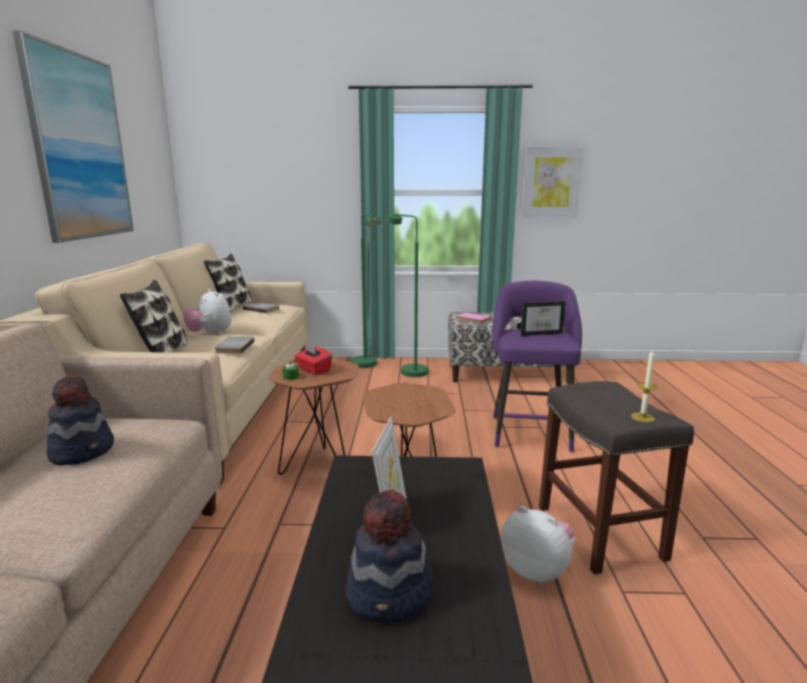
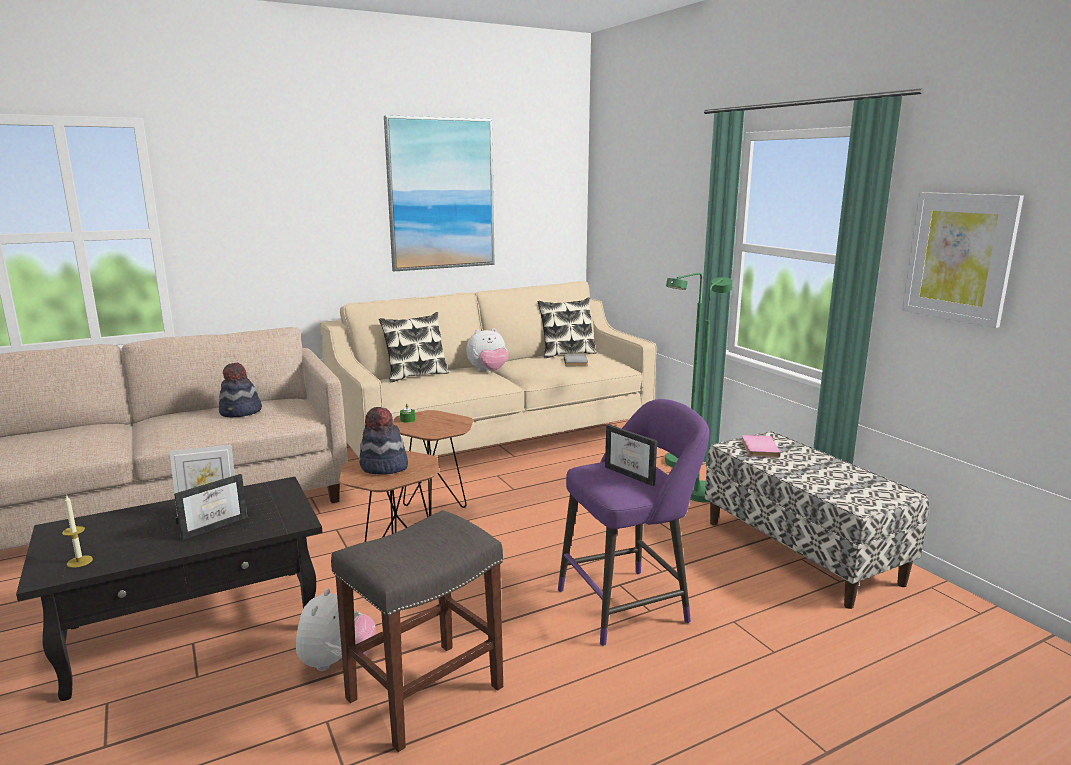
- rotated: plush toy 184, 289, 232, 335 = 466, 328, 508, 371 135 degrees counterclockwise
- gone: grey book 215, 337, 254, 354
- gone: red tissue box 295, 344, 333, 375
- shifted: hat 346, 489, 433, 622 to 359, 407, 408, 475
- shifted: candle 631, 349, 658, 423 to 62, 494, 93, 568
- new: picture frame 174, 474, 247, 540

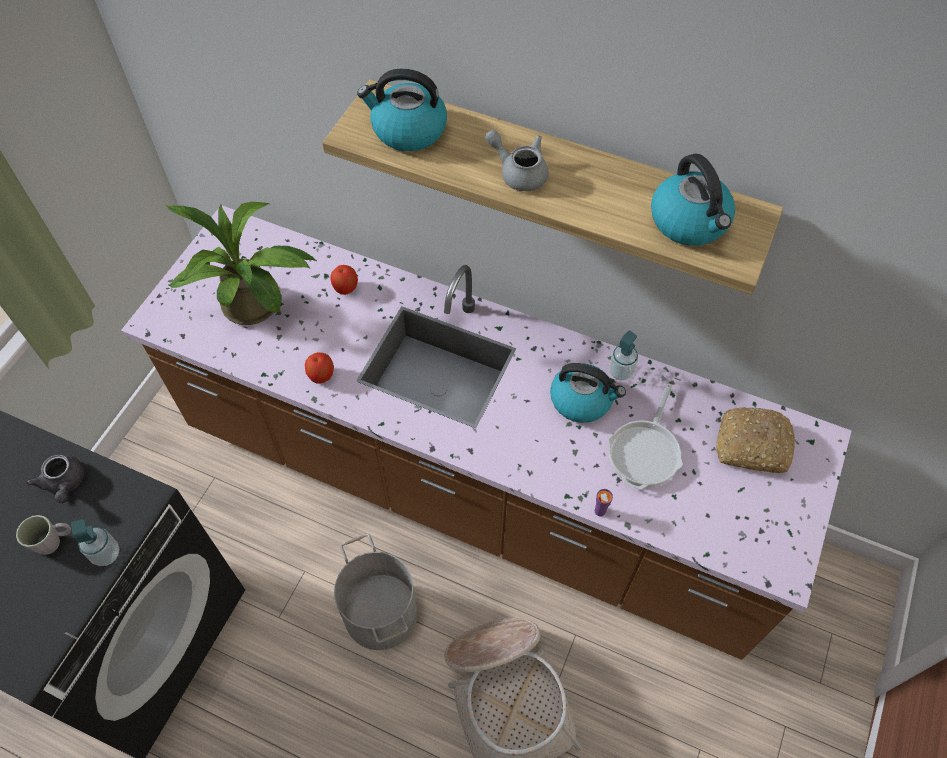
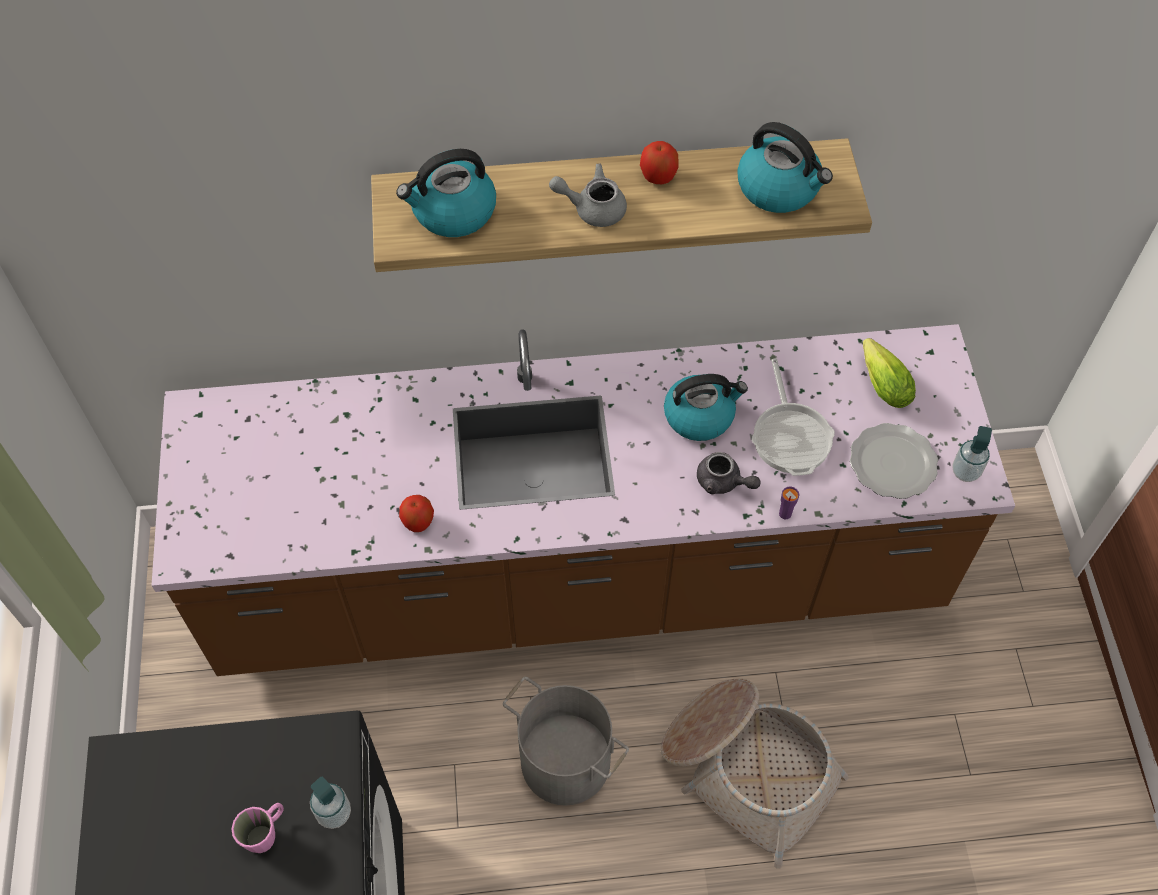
- repainted: grey mug 16, 515, 71, 555 to pink mug 231, 803, 284, 853
- shifted: grey teapot 26, 454, 84, 503 to 697, 452, 761, 494
- gone: potted plant 166, 202, 316, 325
- shifted: apple 331, 265, 358, 295 to 640, 141, 679, 184
- shifted: soap dispenser 609, 330, 638, 381 to 952, 426, 992, 482
- swapped: bread 716, 407, 795, 473 to lettuce 863, 338, 916, 408
- new: plate 850, 423, 938, 499

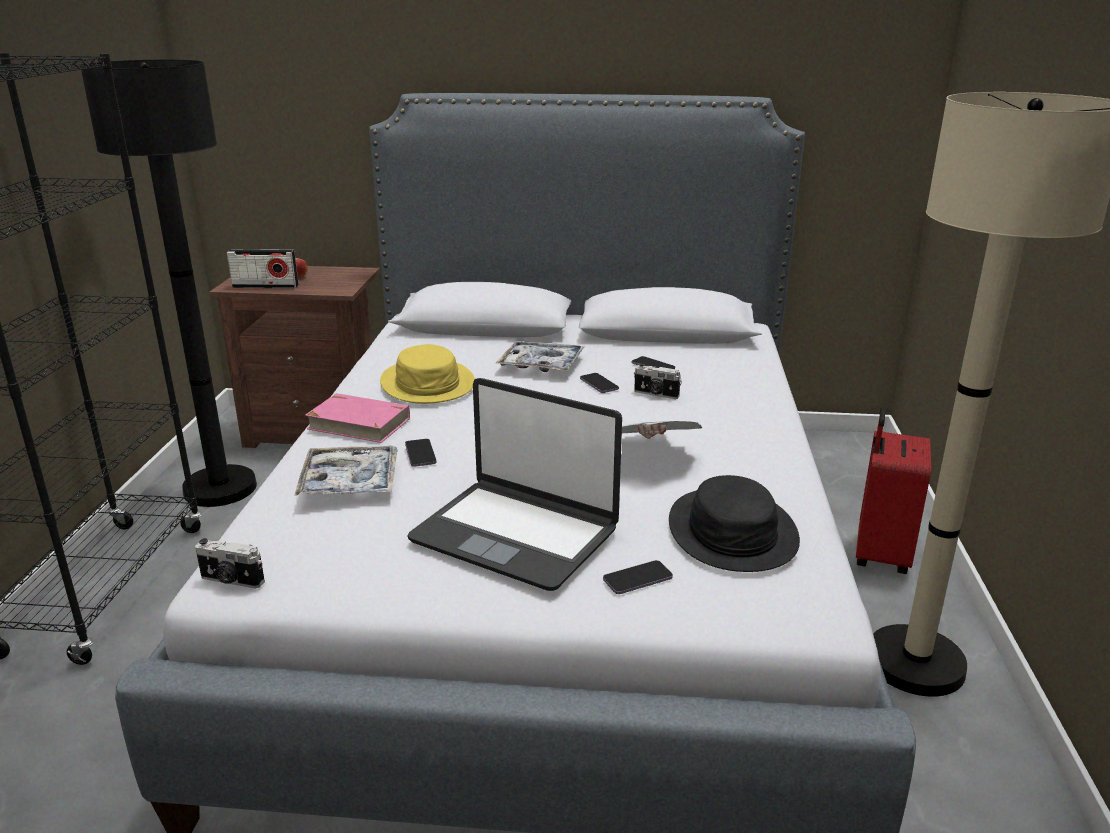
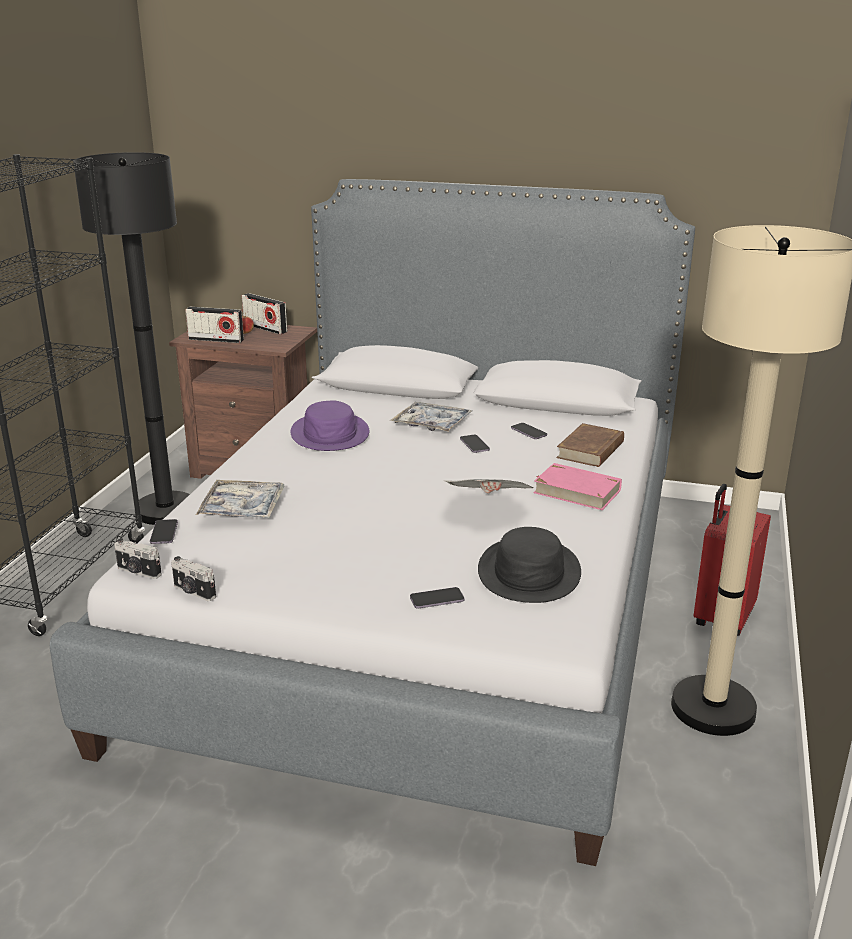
- shifted: pink book 305, 393, 410, 443 to 533, 463, 622, 510
- repainted: yellow hat 380, 344, 475, 404 to purple hat 290, 401, 369, 451
- shifted: phone 405, 439, 437, 467 to 150, 519, 178, 544
- gone: laptop 407, 378, 622, 591
- shifted: photo camera 634, 363, 682, 399 to 171, 556, 216, 601
- new: radio 242, 293, 287, 335
- new: brown book 556, 423, 624, 467

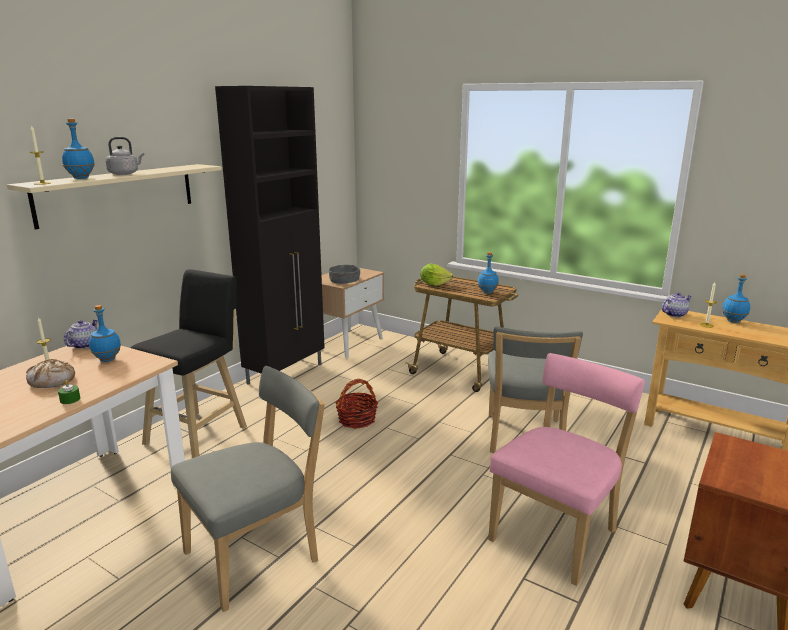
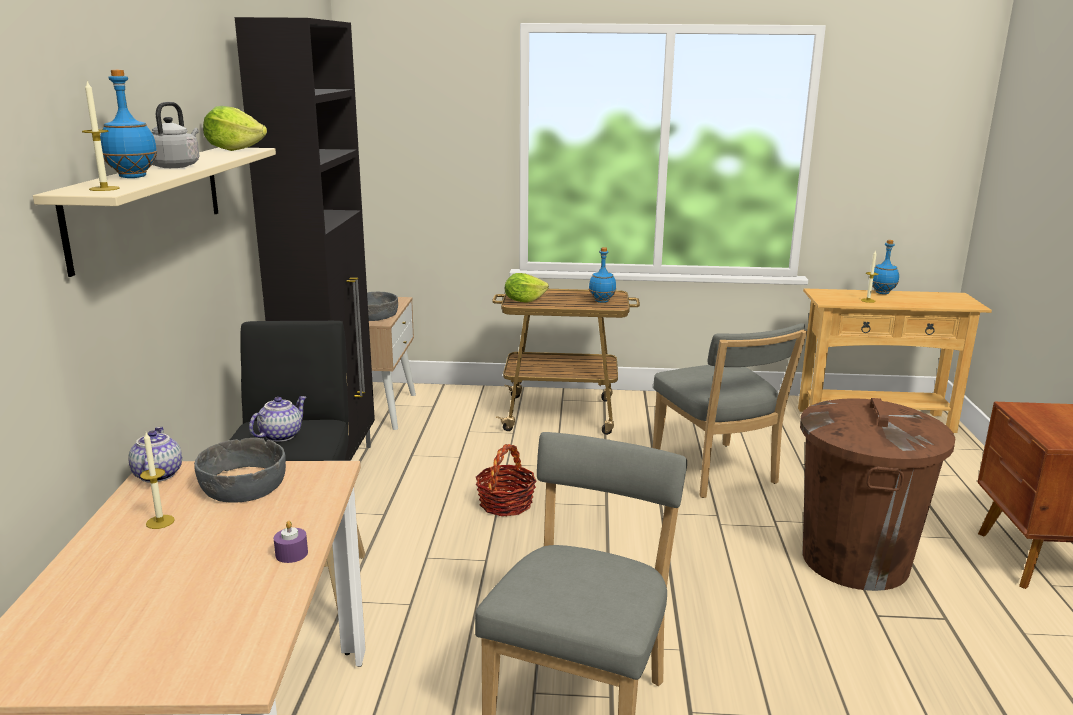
- gone: bread 26, 359, 75, 388
- repainted: green candle 58, 380, 80, 404 to purple candle 274, 521, 308, 563
- swapped: blue bottle 89, 305, 121, 362 to grey bowl 194, 438, 286, 503
- swapped: pink chair 488, 353, 645, 586 to brown trash can 800, 398, 955, 591
- shifted: teapot 662, 292, 692, 317 to 249, 396, 306, 442
- new: lettuce 203, 106, 267, 151

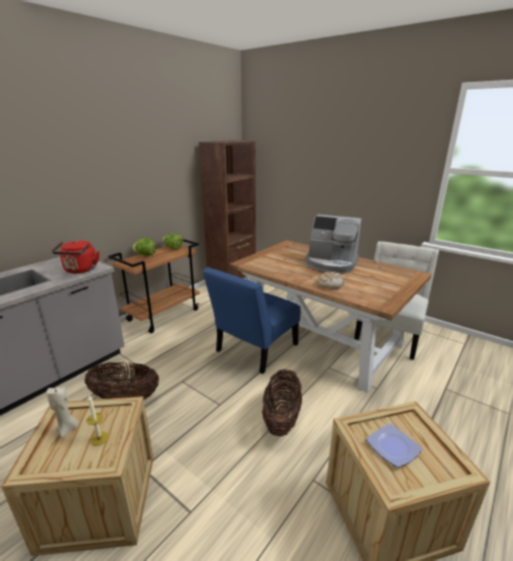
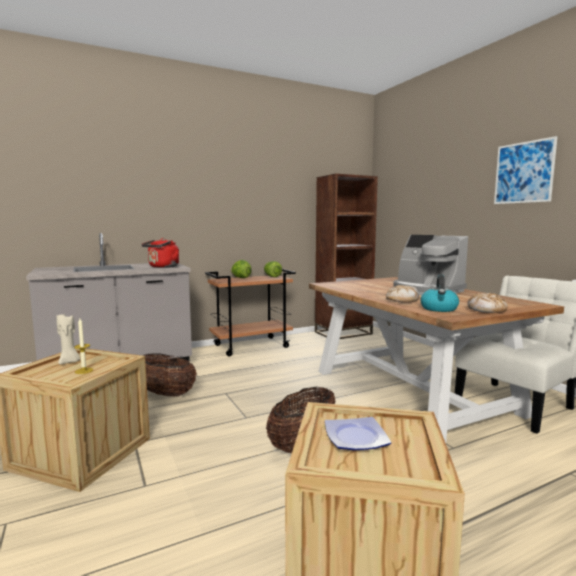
- gone: blue chair 203, 267, 301, 374
- new: kettle 420, 275, 459, 312
- new: bread 468, 293, 508, 313
- new: picture 494, 136, 557, 204

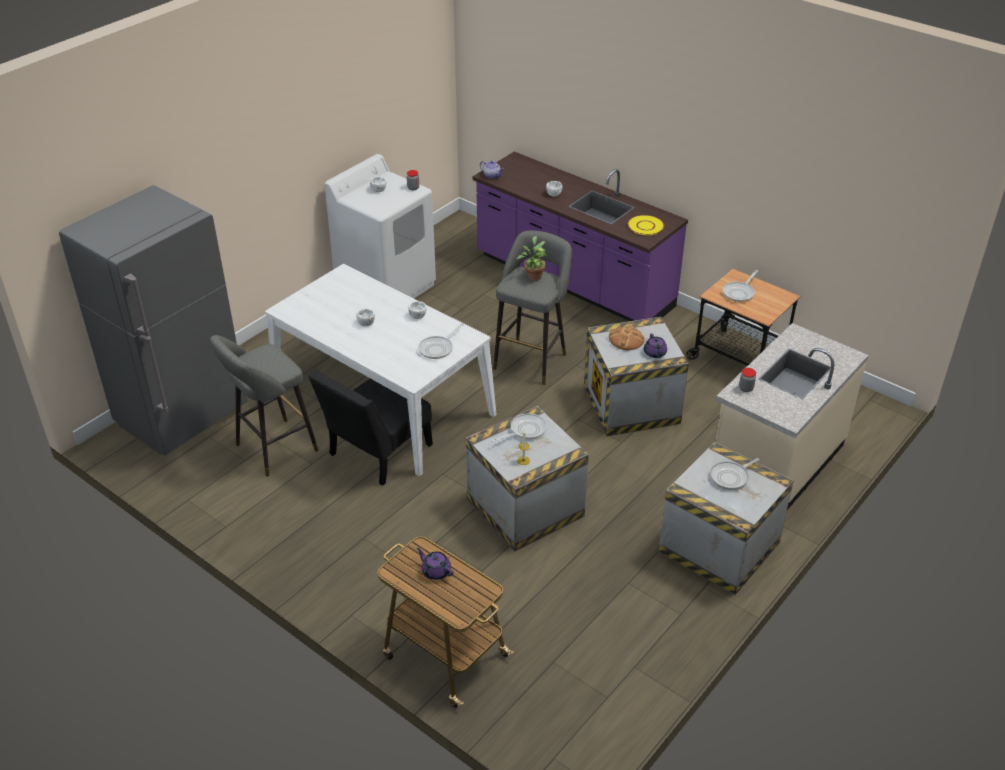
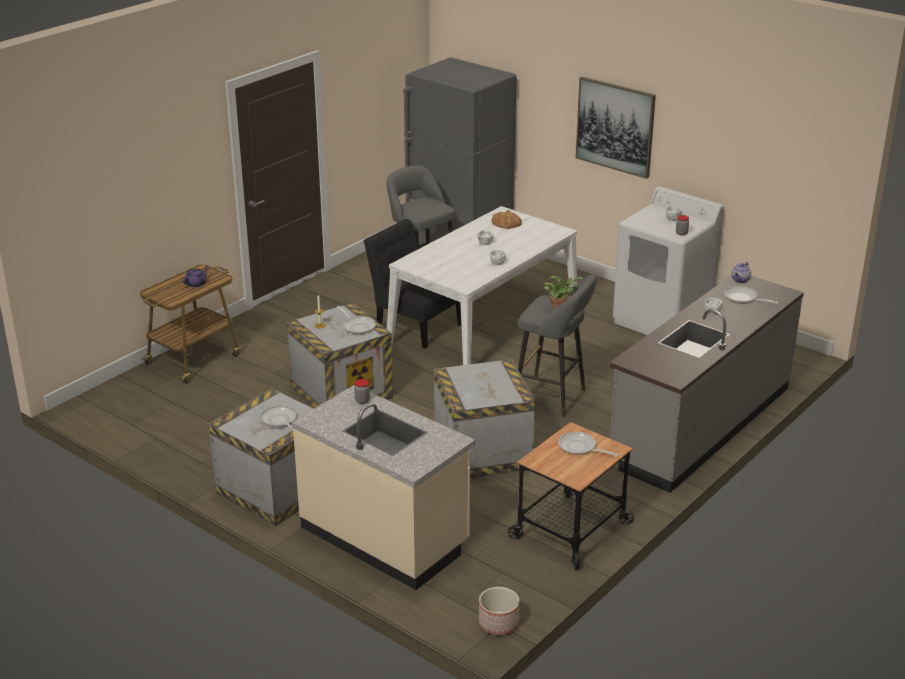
- shifted: frying pan 418, 323, 464, 359 to 724, 286, 779, 304
- repainted: purple counter 473, 152, 688, 321 to grey counter 609, 275, 804, 493
- shifted: bread 609, 325, 644, 350 to 491, 210, 522, 229
- gone: yellow plate 628, 215, 664, 235
- gone: purple teapot 644, 334, 667, 358
- new: planter 479, 587, 519, 635
- new: picture 576, 77, 656, 179

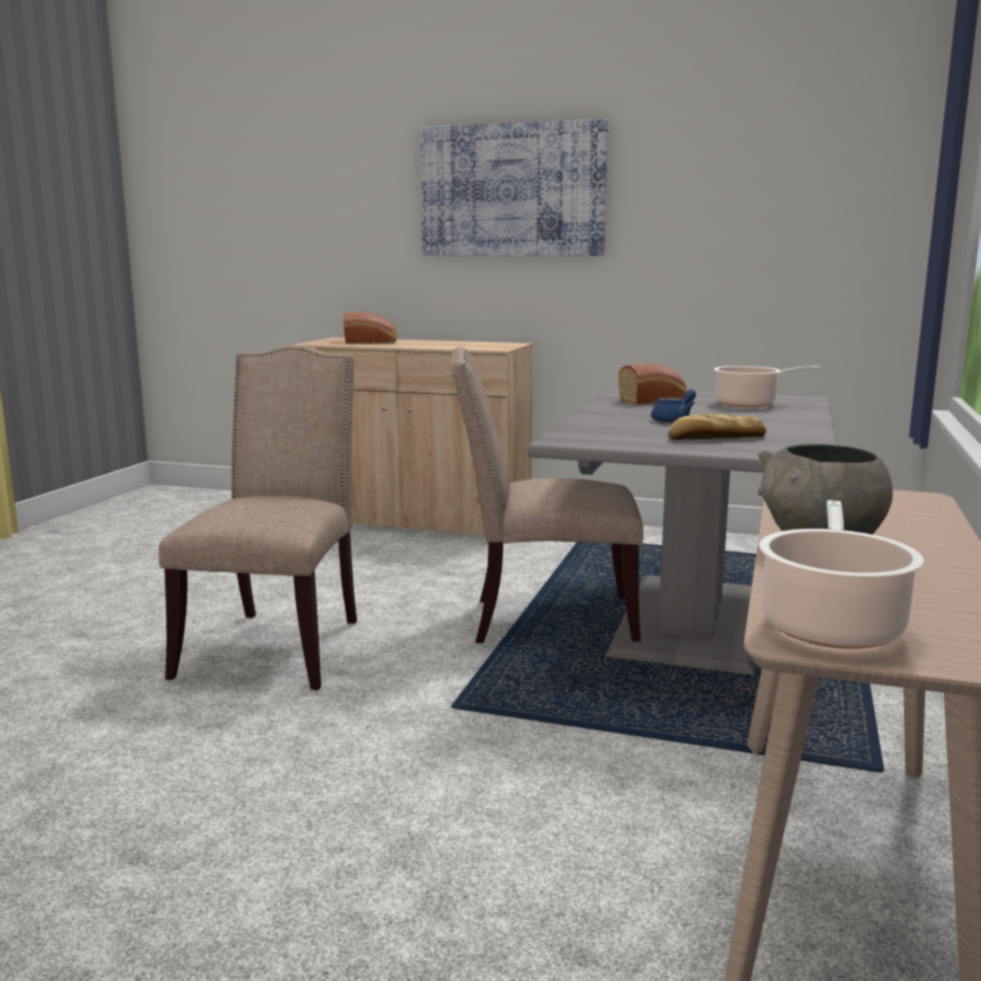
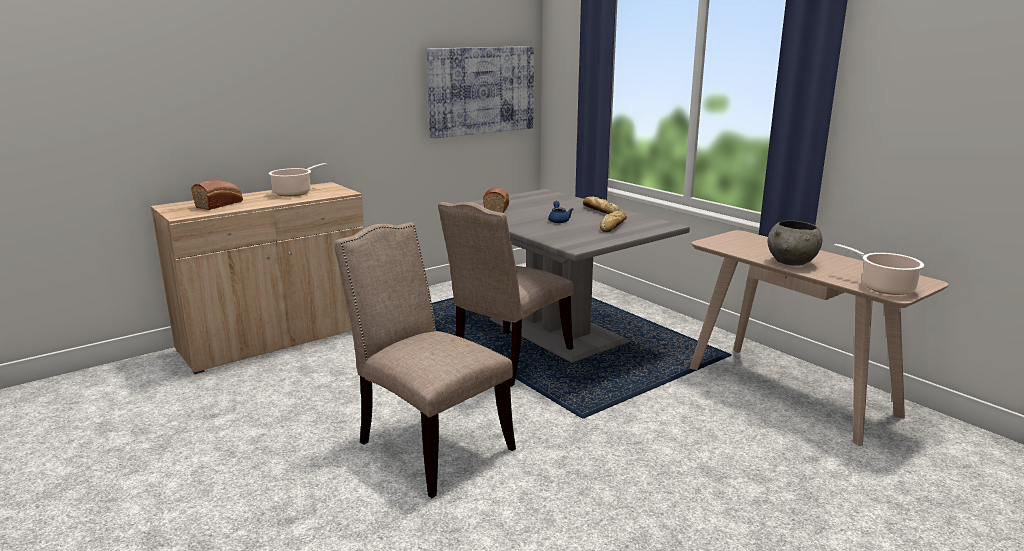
- shifted: picture 421, 119, 608, 256 to 426, 46, 534, 138
- shifted: cooking pot 714, 366, 822, 408 to 269, 163, 327, 197
- new: bread 583, 197, 620, 214

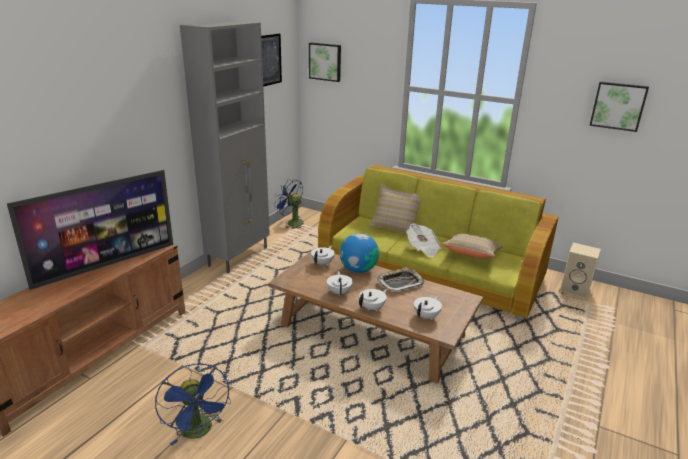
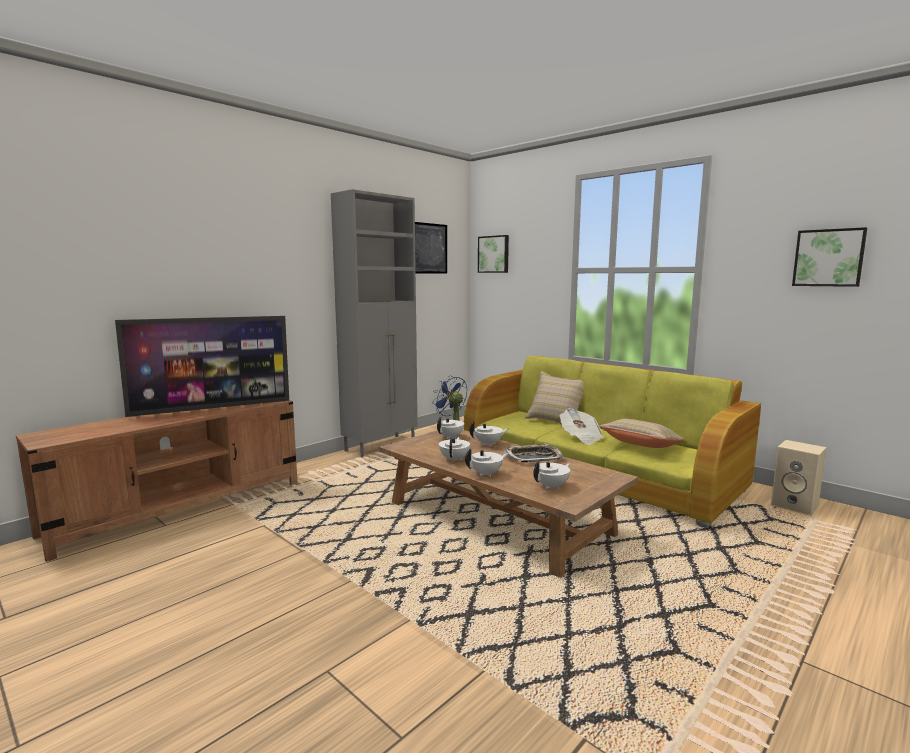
- gone: blue fan 155, 363, 231, 445
- swapped: globe 340, 234, 379, 273 to white teapot 469, 421, 509, 447

